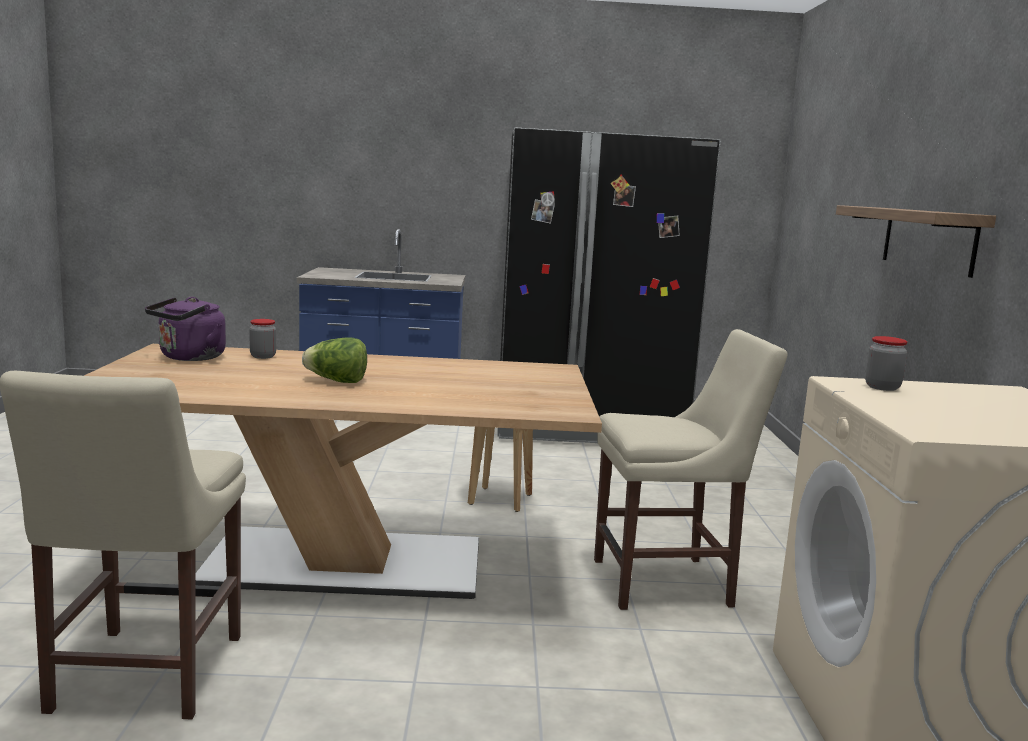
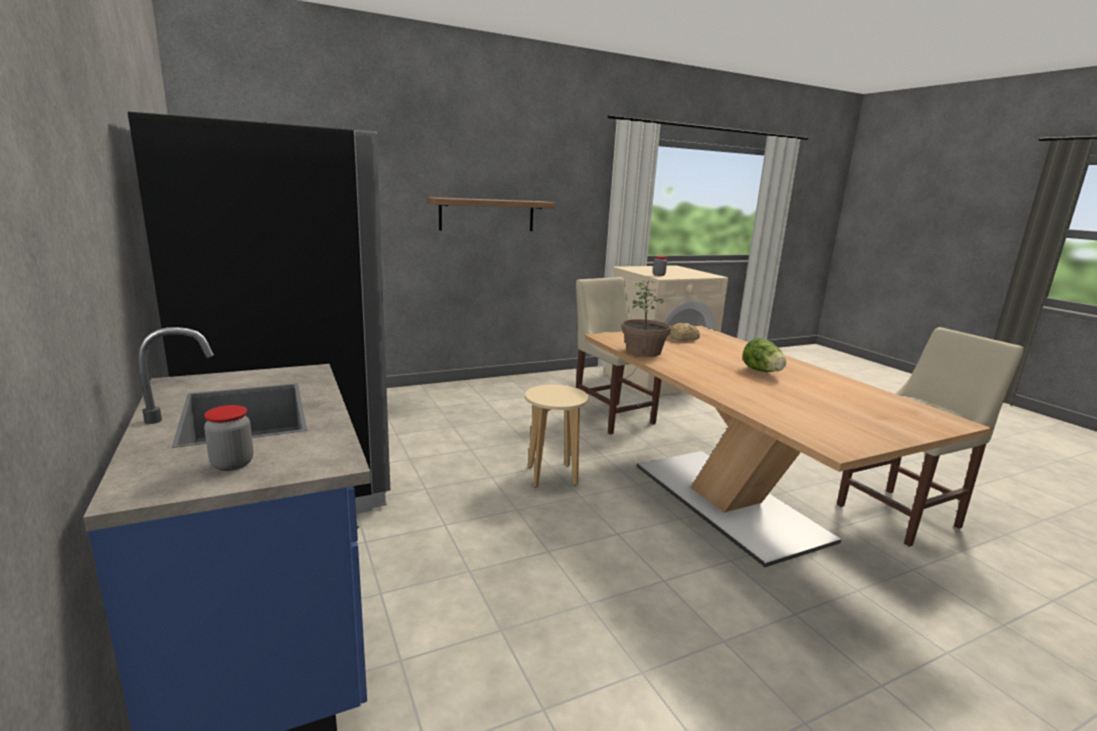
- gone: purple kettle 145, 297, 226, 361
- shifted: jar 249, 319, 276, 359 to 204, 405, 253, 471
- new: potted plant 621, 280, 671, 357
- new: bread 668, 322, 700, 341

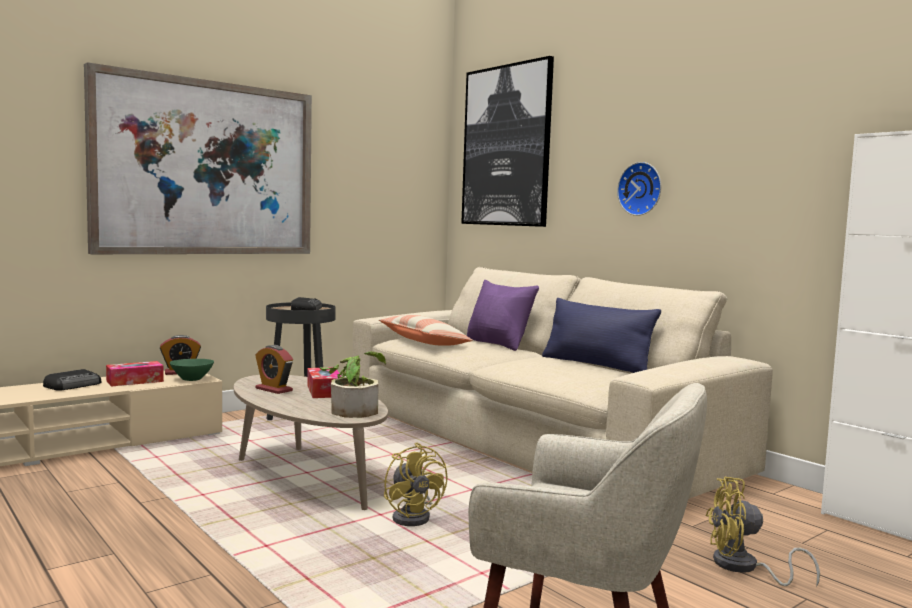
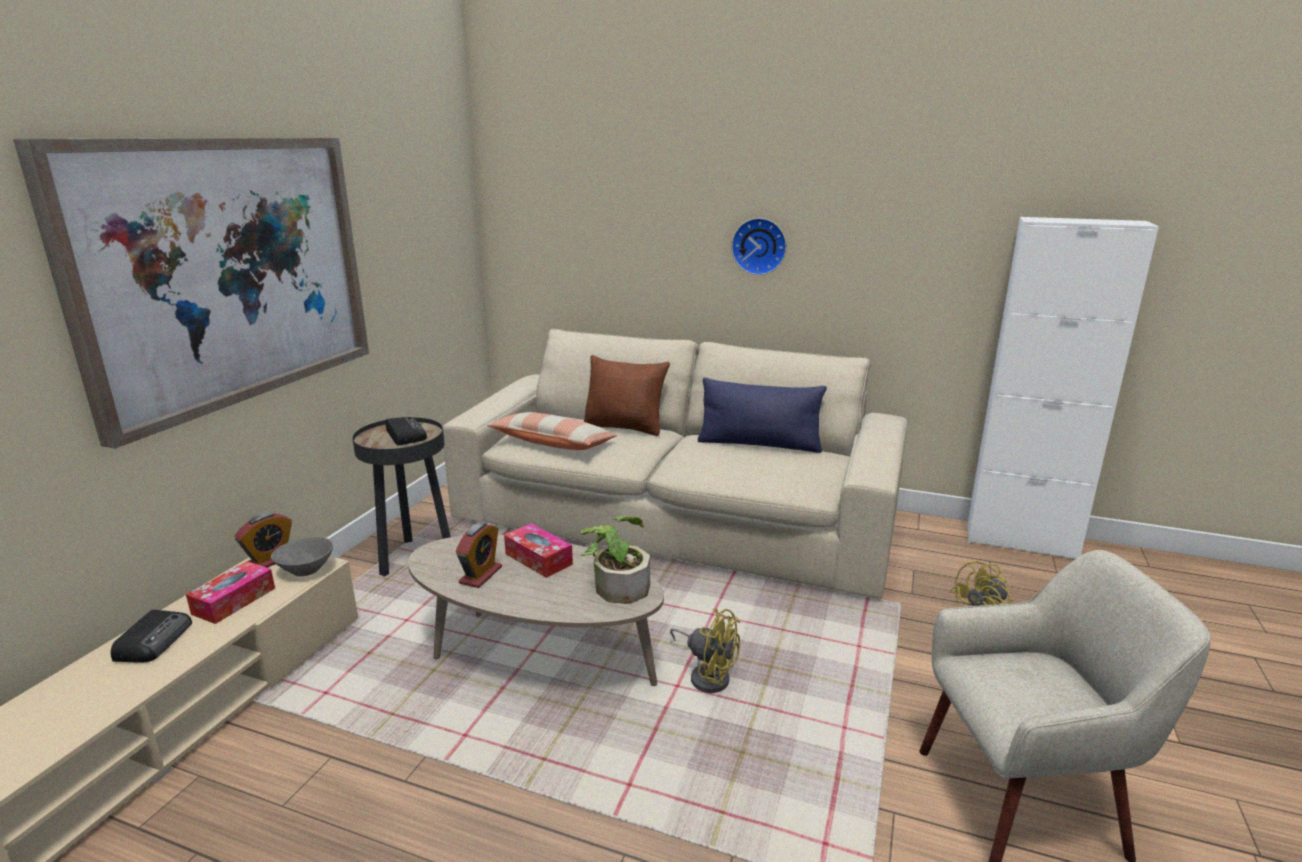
- repainted: green bowl 170, 359, 214, 381 to grey bowl 271, 537, 333, 576
- rotated: alarm clock 255, 345, 293, 394 = 455, 523, 502, 588 75 degrees counterclockwise
- gone: picture 461, 56, 554, 227
- repainted: purple pillow 467, 280, 539, 351 to brown pillow 584, 355, 670, 436

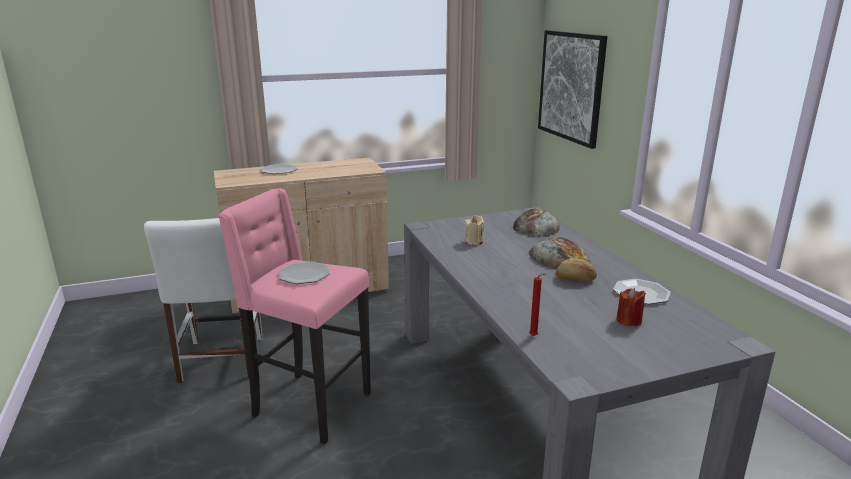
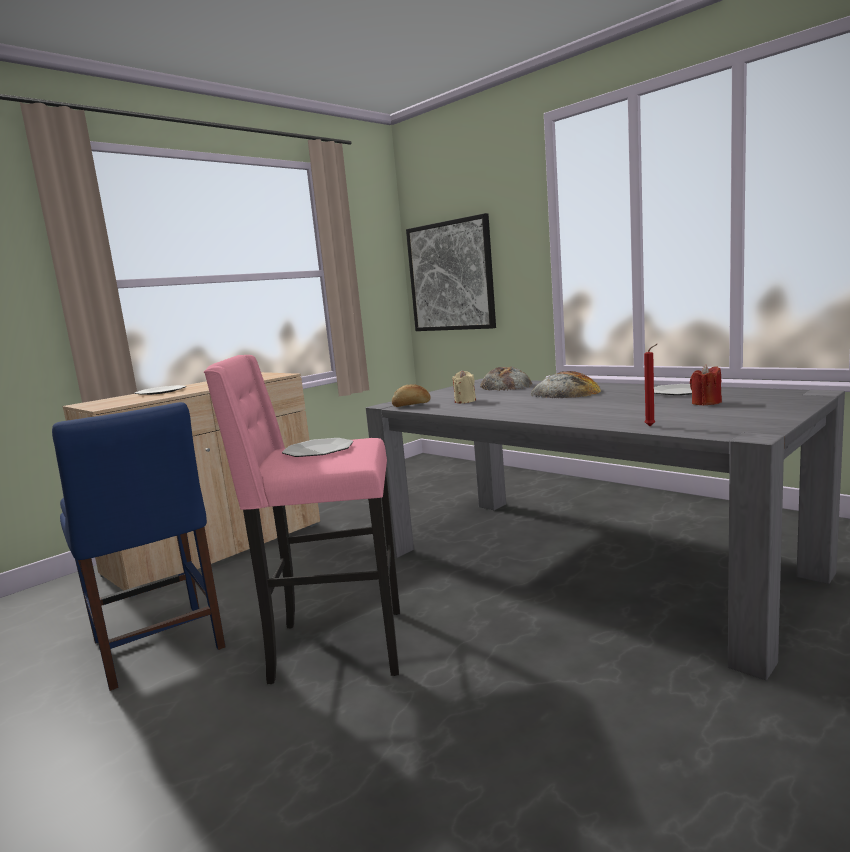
- repainted: white chair 144, 218, 262, 383 to blue chair 52, 402, 226, 691
- shifted: bread 556, 258, 597, 281 to 392, 384, 431, 407

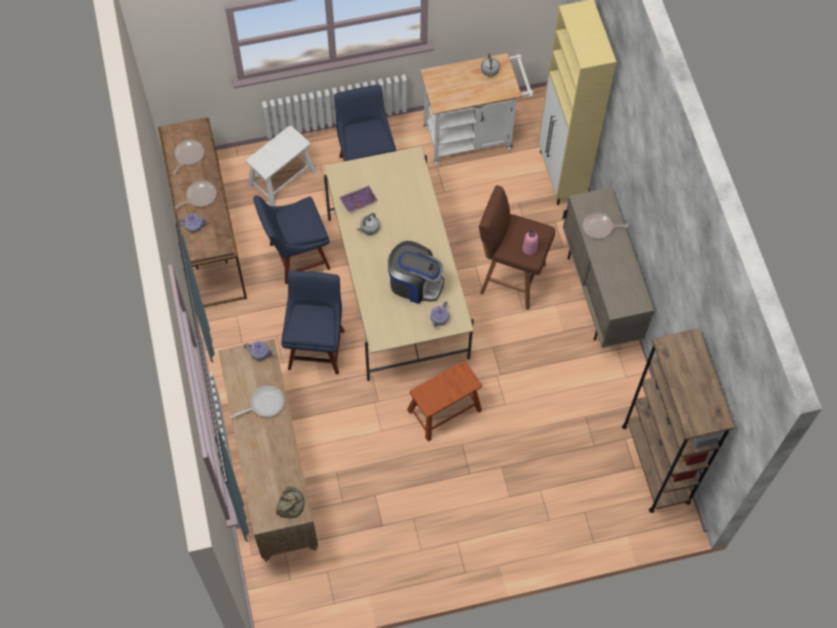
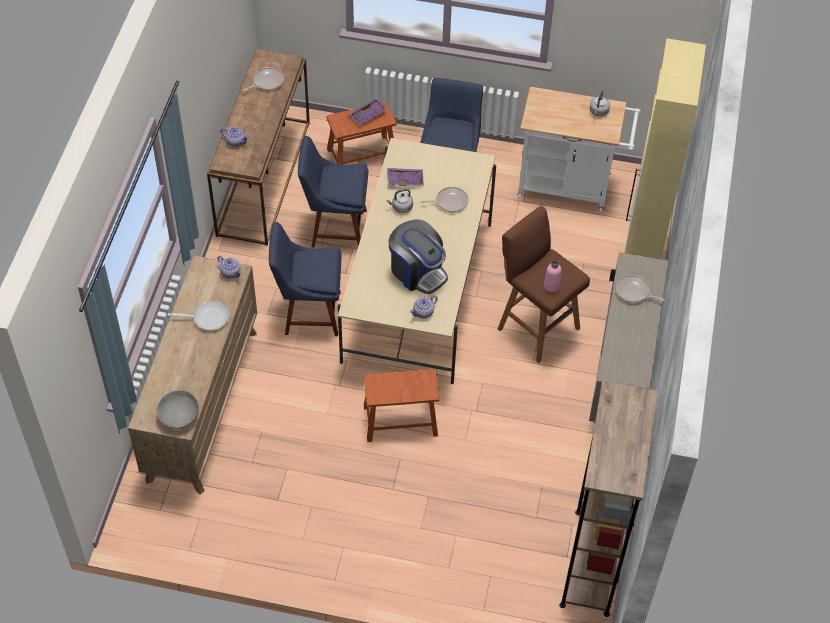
- shifted: frying pan 175, 181, 216, 209 to 420, 187, 469, 212
- repainted: white stool 246, 126, 316, 206 to brown stool 326, 102, 397, 165
- swapped: bread 276, 487, 305, 518 to grey bowl 156, 390, 199, 429
- rotated: blue chair 281, 271, 345, 375 = 269, 222, 342, 336 120 degrees counterclockwise
- new: purple tray 349, 97, 387, 126

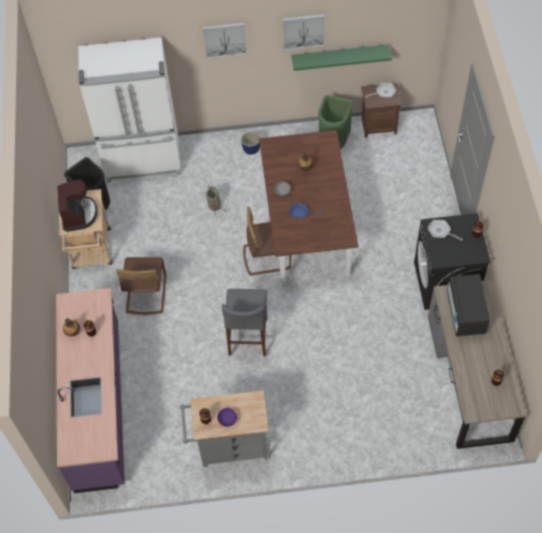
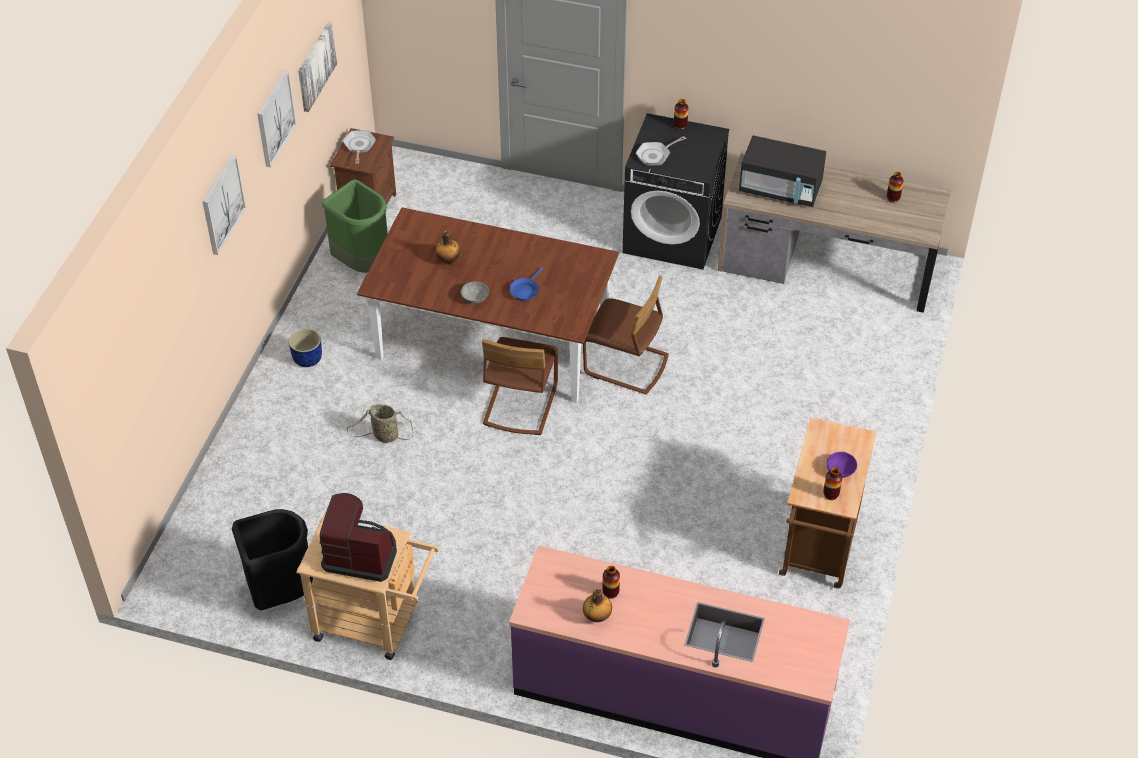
- gone: white fridge 78, 37, 181, 182
- shifted: brown chair 116, 257, 166, 315 to 583, 276, 669, 395
- repainted: grey cart 180, 391, 269, 467 to brown cart 779, 417, 877, 589
- gone: grey stool 222, 289, 267, 357
- gone: green shelf 292, 44, 392, 71
- new: picture 298, 23, 337, 112

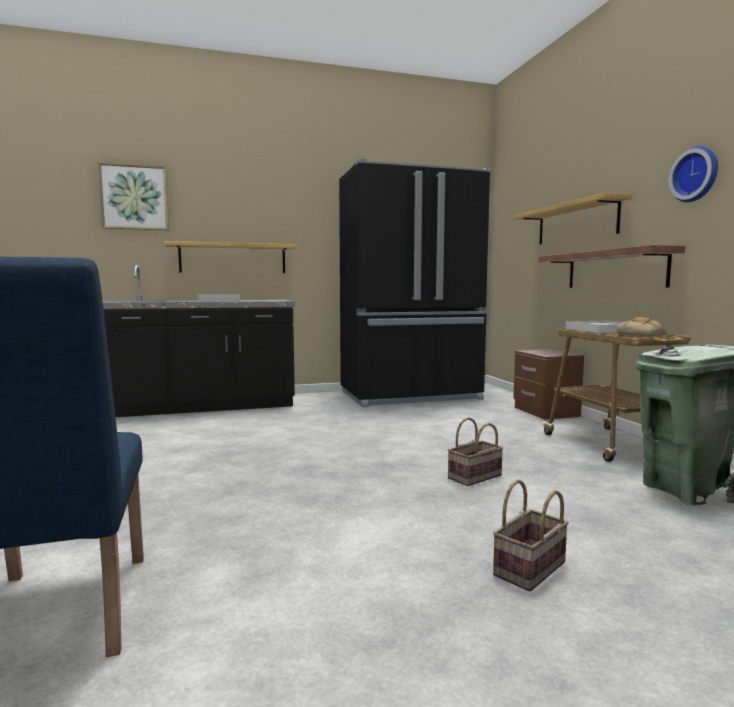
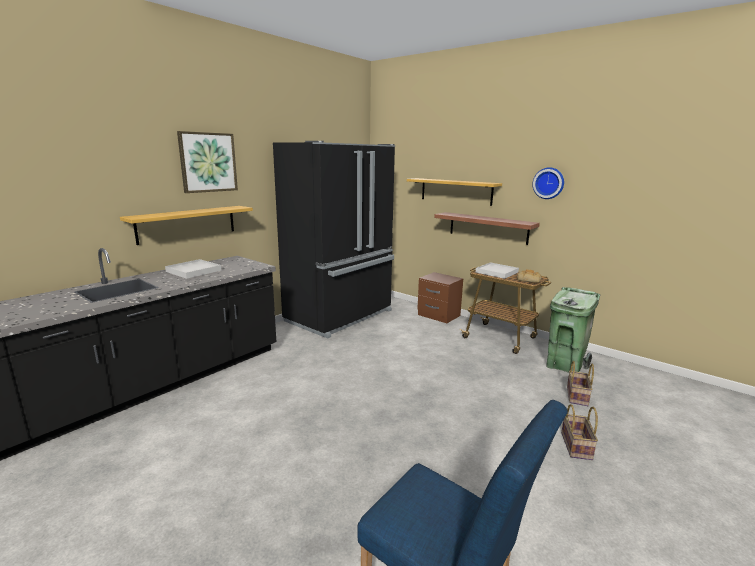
- shifted: picture 98, 162, 169, 230 to 177, 131, 238, 193
- shifted: basket 448, 417, 503, 486 to 567, 361, 594, 406

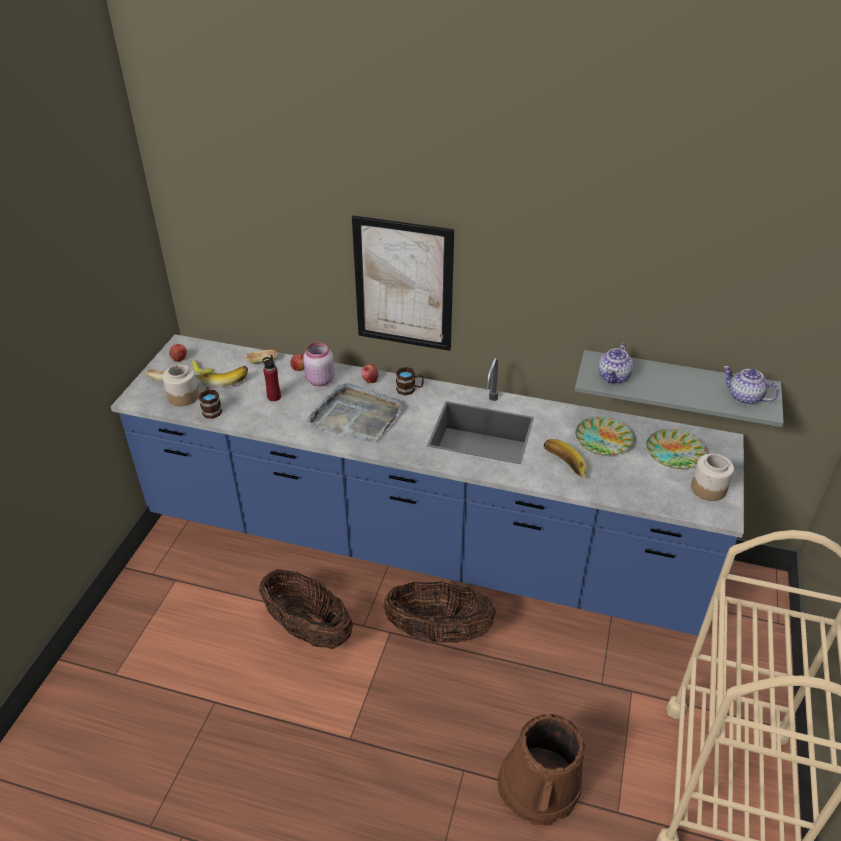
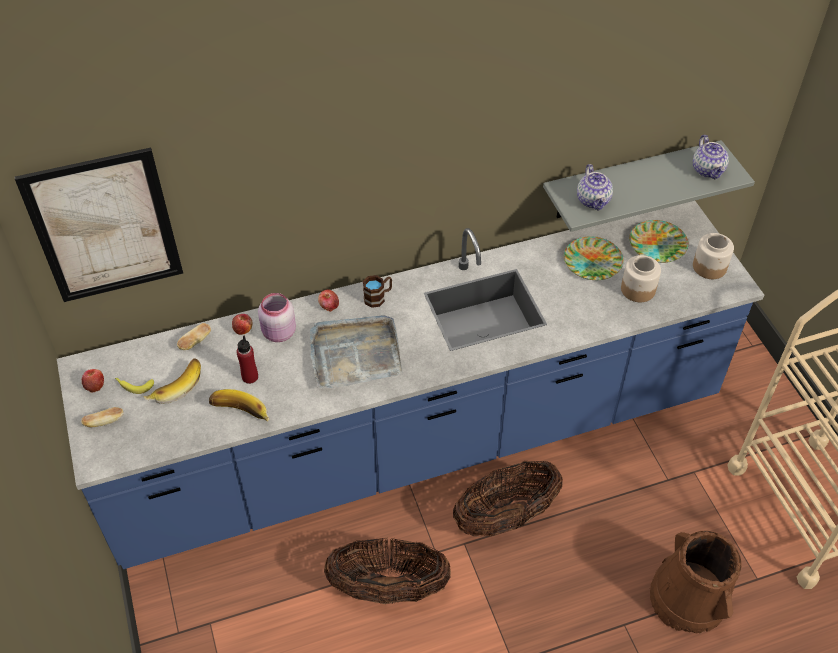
- shifted: jar 163, 364, 199, 406 to 621, 255, 661, 302
- gone: brown mug 199, 387, 222, 419
- shifted: picture 352, 215, 454, 351 to 15, 147, 183, 302
- shifted: banana 543, 439, 587, 478 to 209, 389, 270, 422
- rotated: teapot 723, 366, 779, 405 = 693, 135, 729, 179 105 degrees counterclockwise

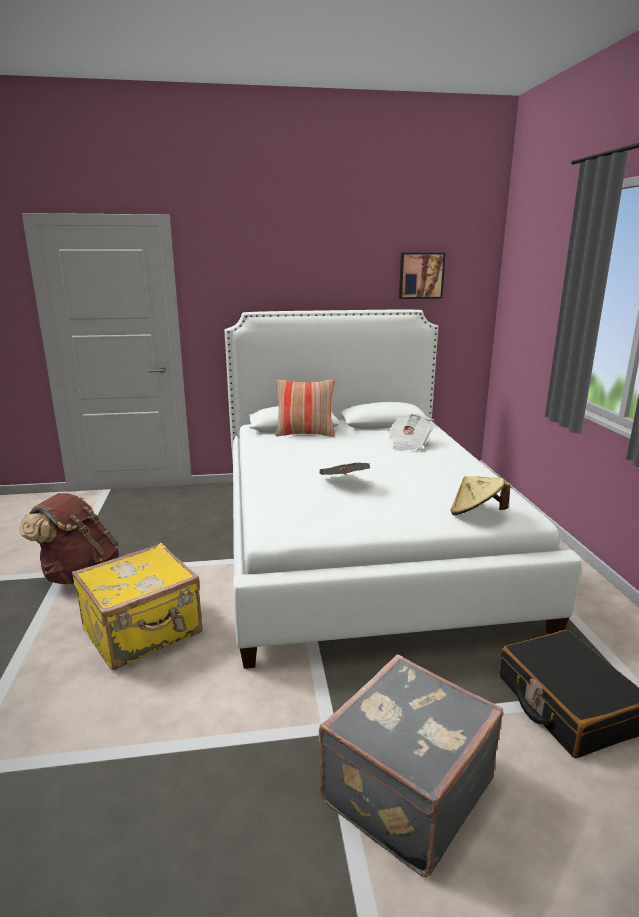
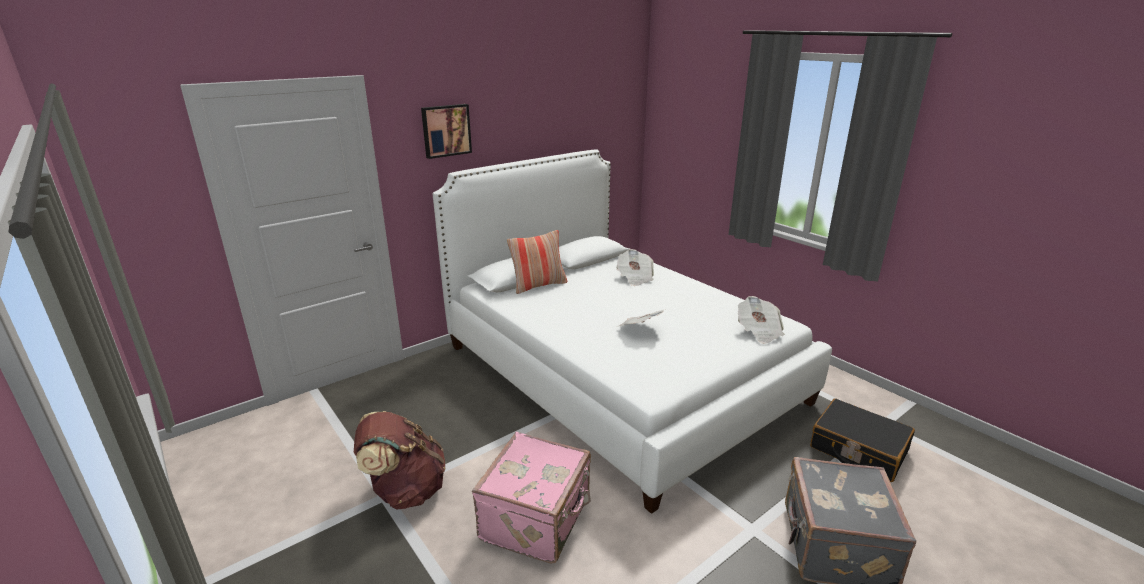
- repainted: yellow suitcase 72, 543, 203, 670 to pink suitcase 472, 432, 591, 563
- shifted: picture 399, 253, 446, 299 to 421, 104, 472, 159
- swapped: beige hat 451, 476, 510, 515 to newspaper 738, 296, 785, 344

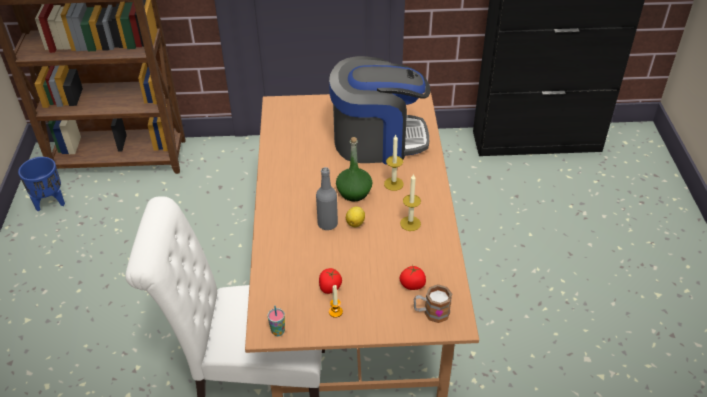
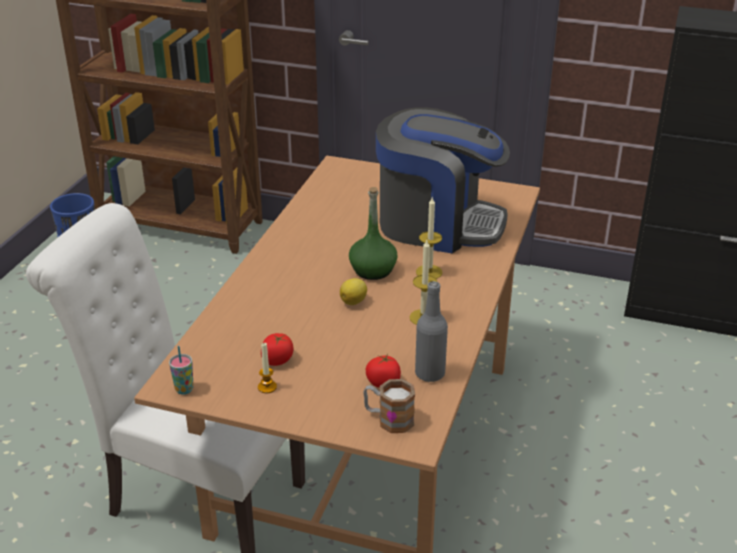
- shifted: grey bottle 316, 167, 338, 230 to 415, 281, 448, 382

